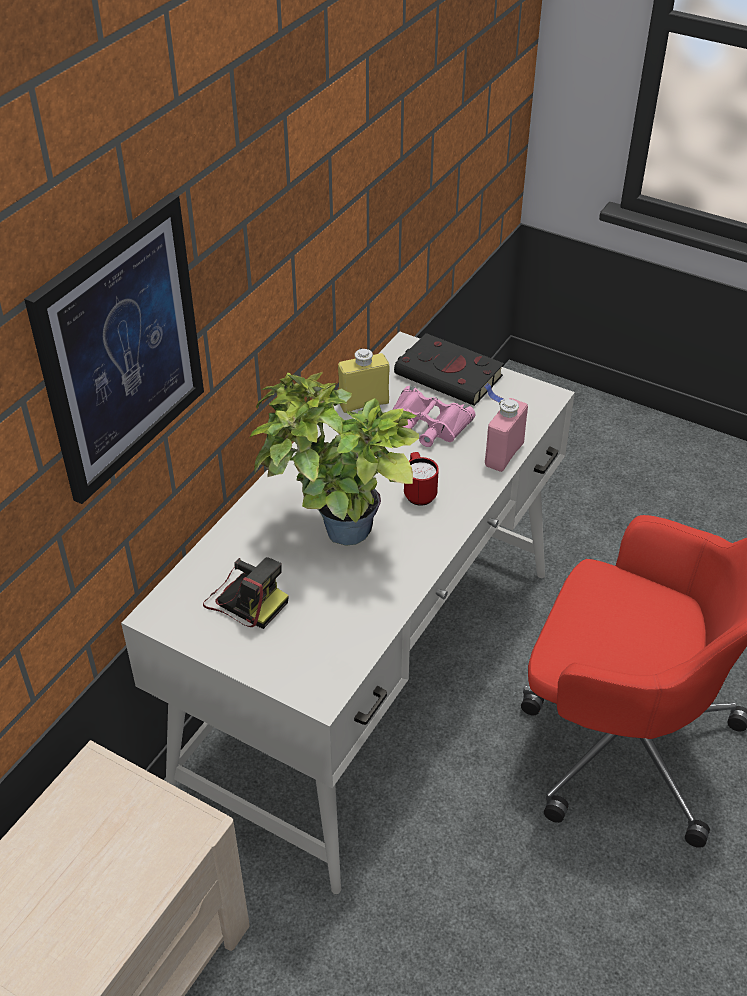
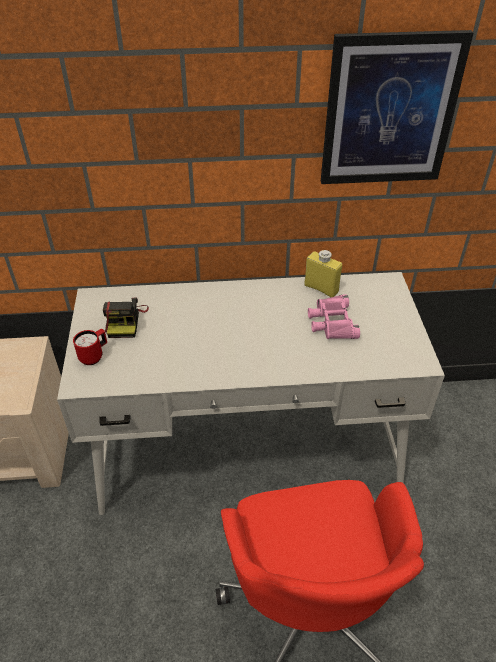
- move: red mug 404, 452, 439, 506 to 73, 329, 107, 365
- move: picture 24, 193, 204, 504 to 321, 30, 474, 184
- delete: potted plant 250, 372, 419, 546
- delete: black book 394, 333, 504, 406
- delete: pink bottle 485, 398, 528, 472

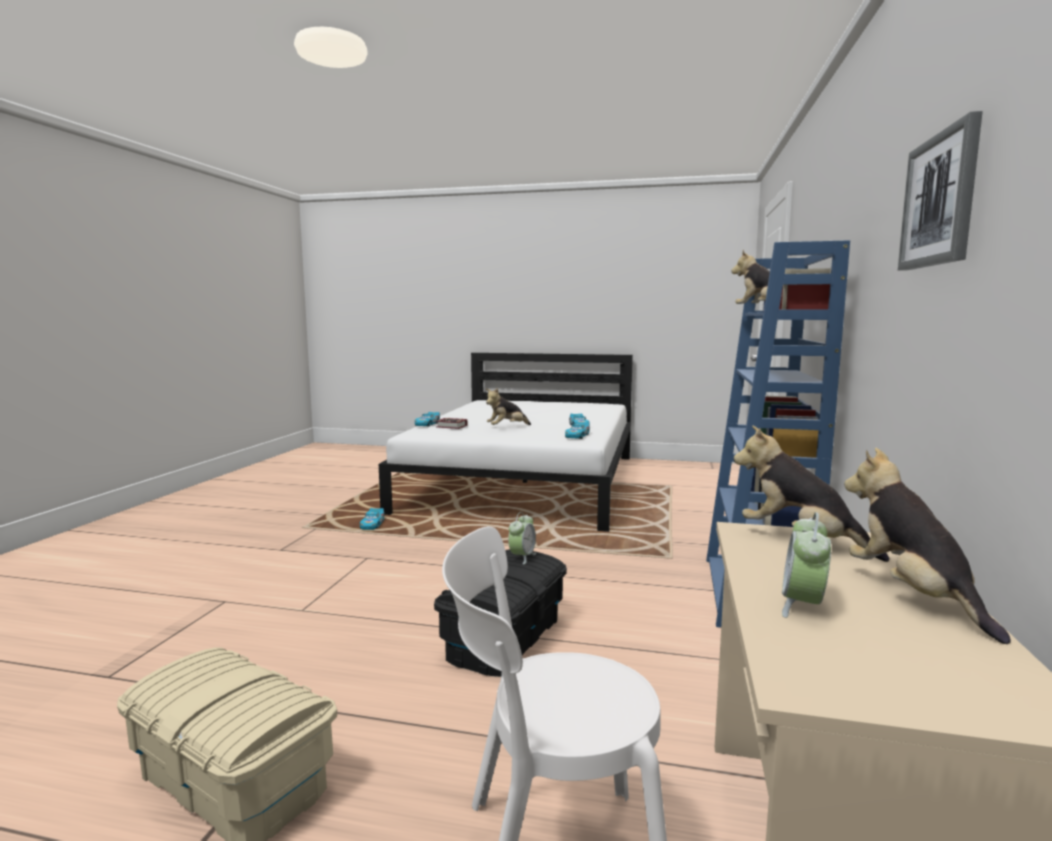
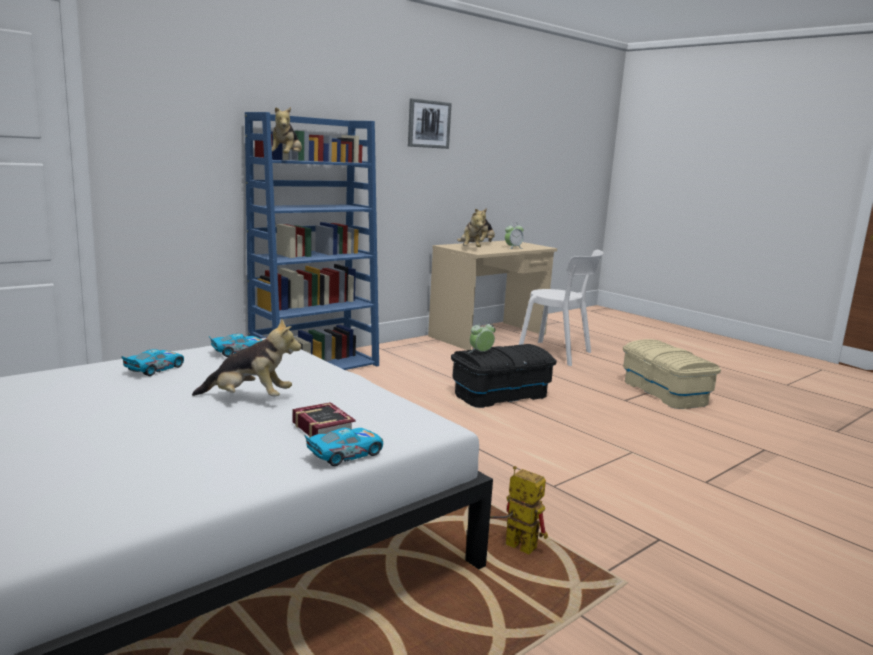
- replace: toy car 360, 508, 384, 530 to toy robot 490, 466, 548, 554

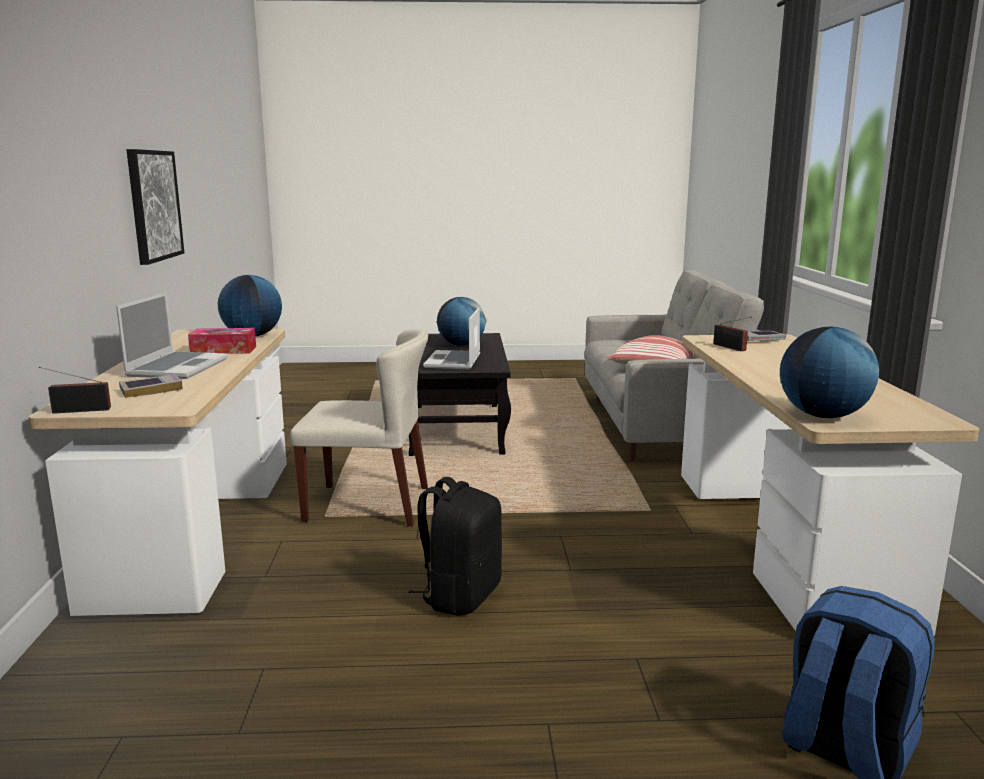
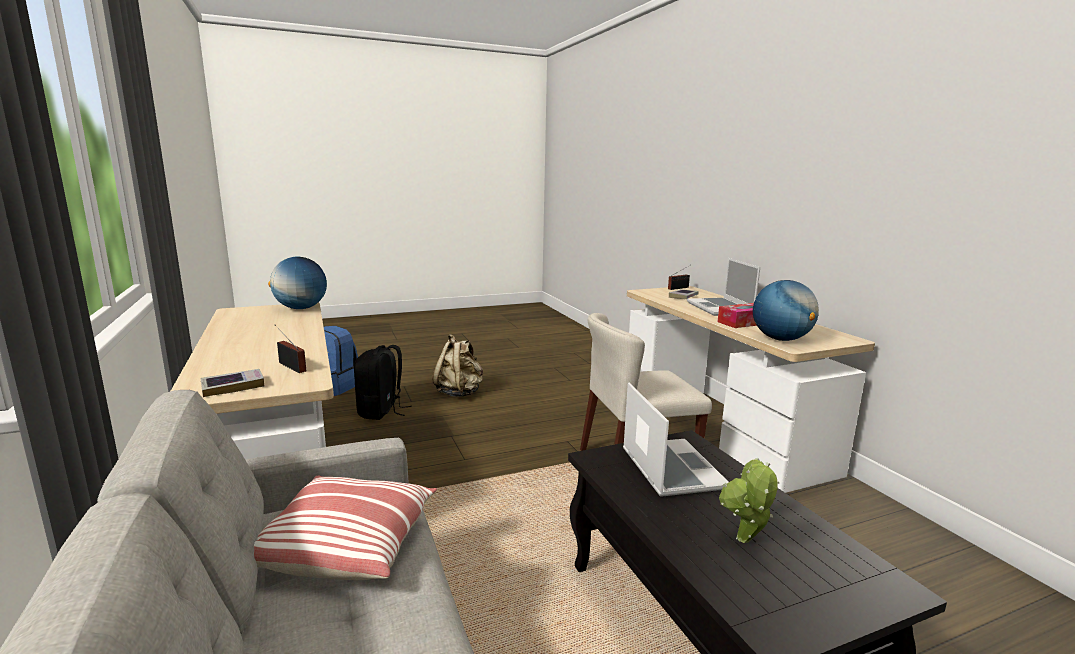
- move: black backpack 408, 477, 502, 616 to 354, 345, 412, 420
- insert: beige backpack 433, 334, 483, 397
- replace: globe 437, 297, 487, 346 to potted plant 719, 458, 779, 543
- delete: picture 127, 149, 185, 265

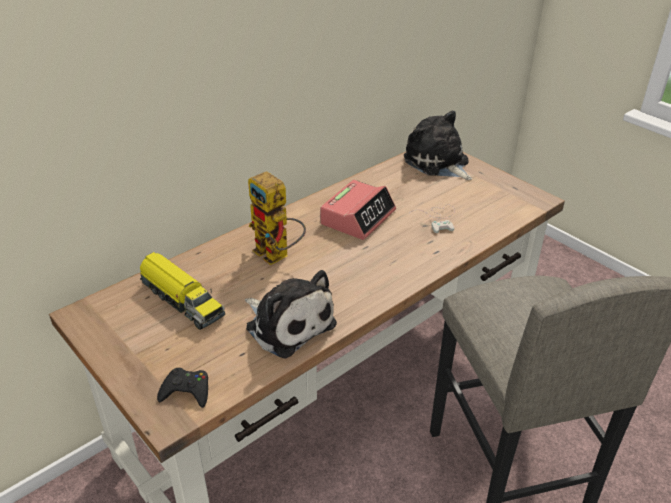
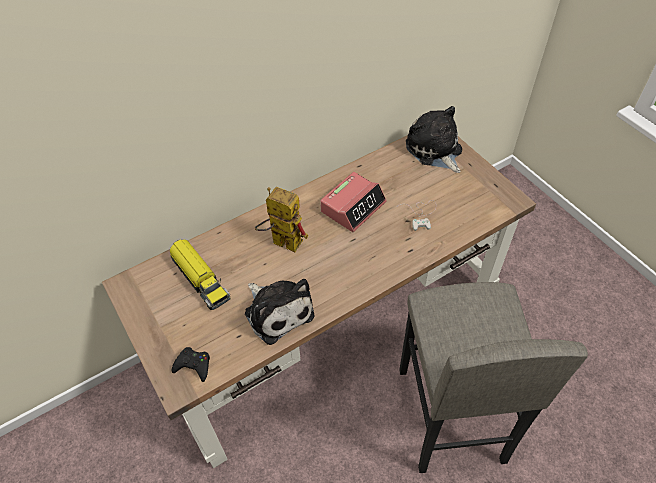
- rotate: toy robot 248, 171, 306, 265 = 255, 187, 308, 252 150 degrees clockwise

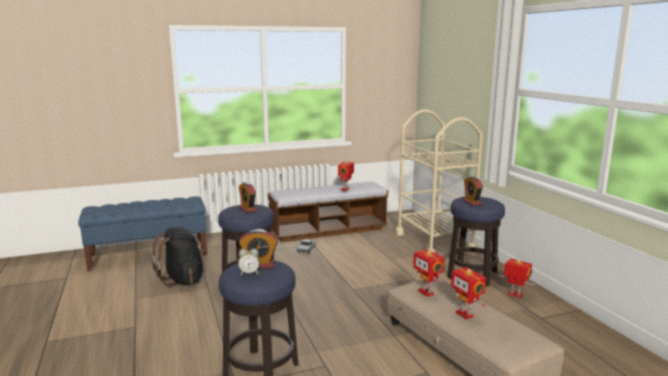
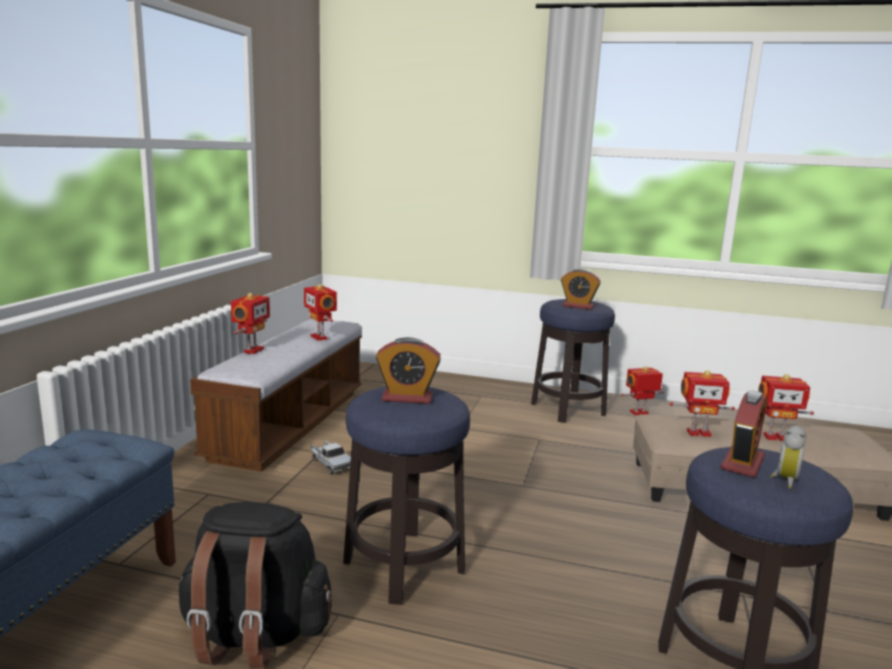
- insert: toy robot 231, 293, 270, 354
- delete: beige cart 395, 109, 483, 253

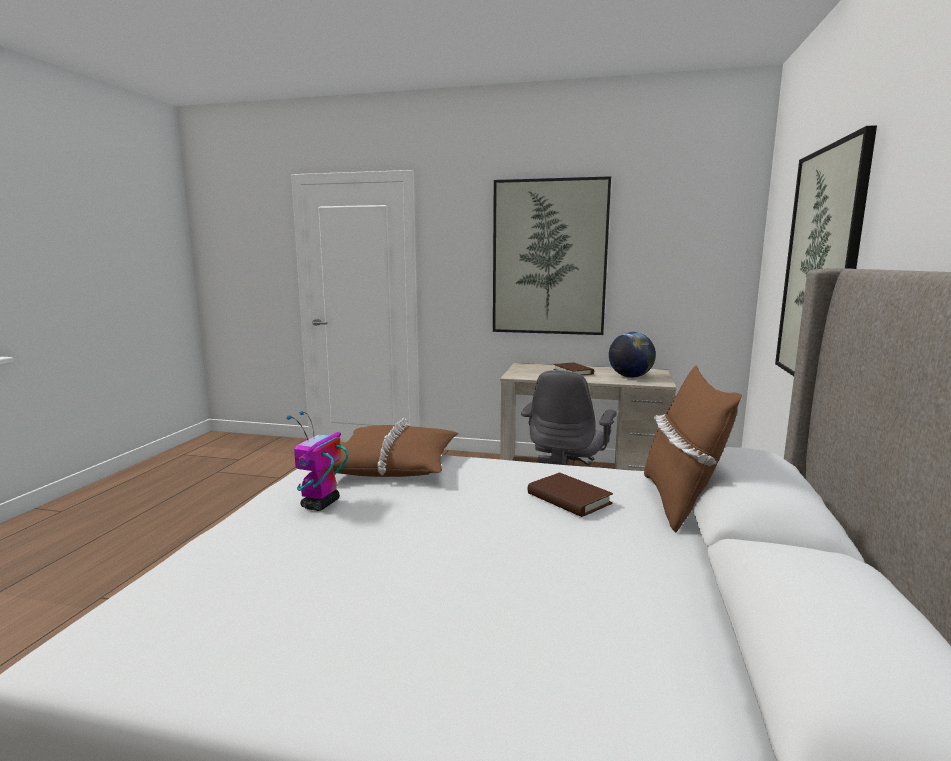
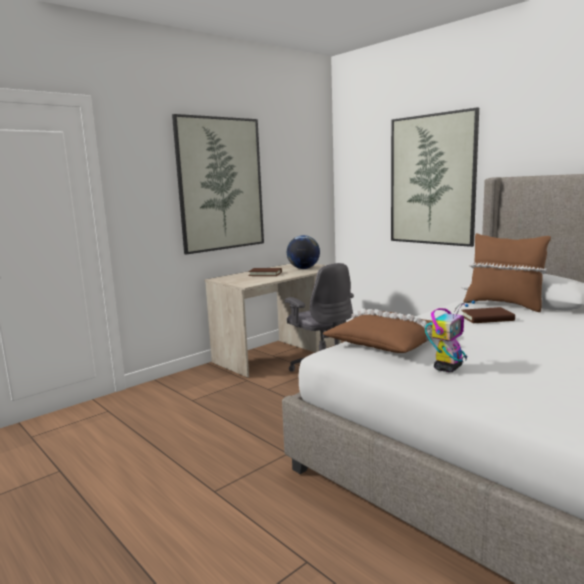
- rotate: toy robot 287, 411, 348, 511 = 425, 300, 475, 372 105 degrees counterclockwise

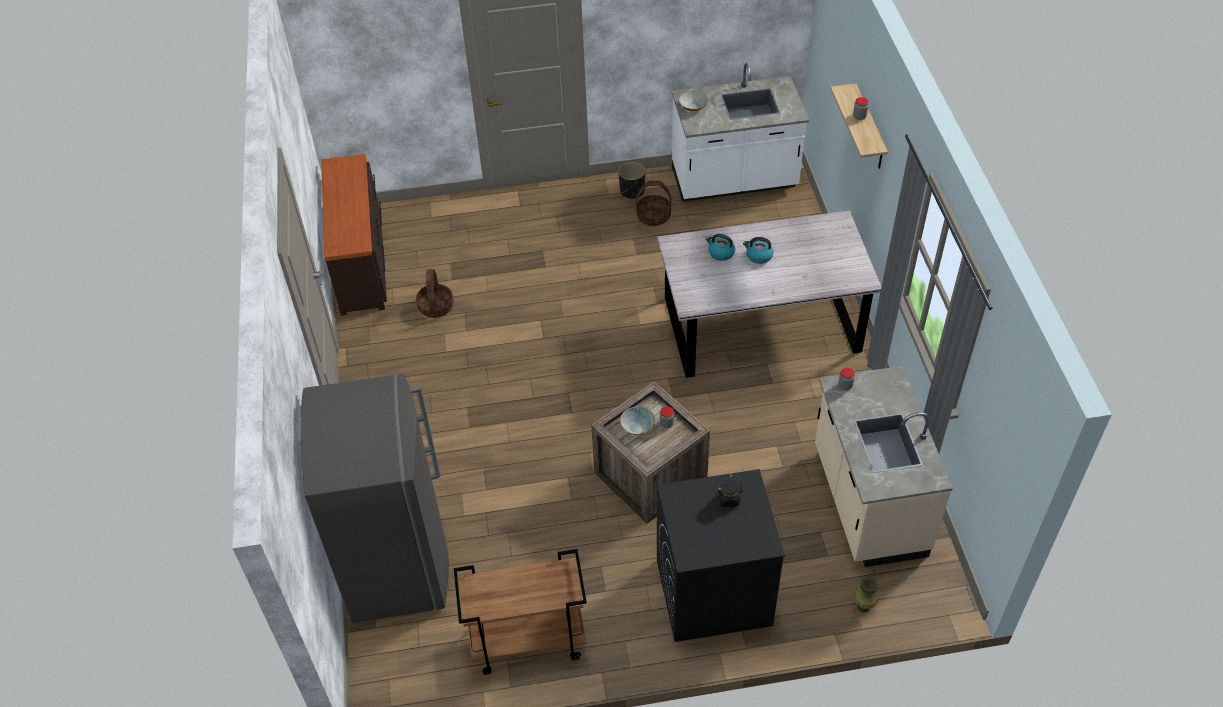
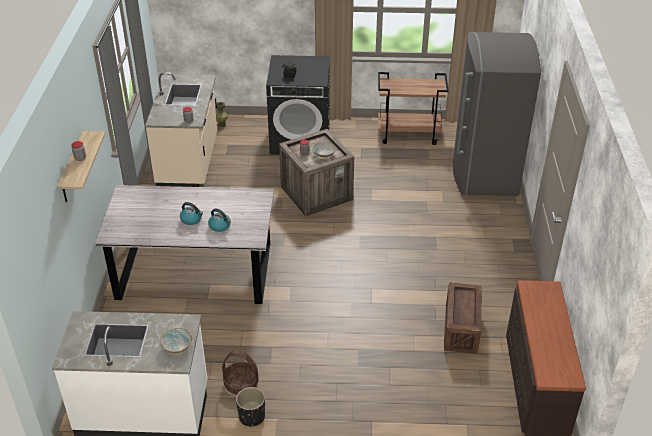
- replace: basket 416, 269, 454, 318 to crate 444, 283, 482, 354

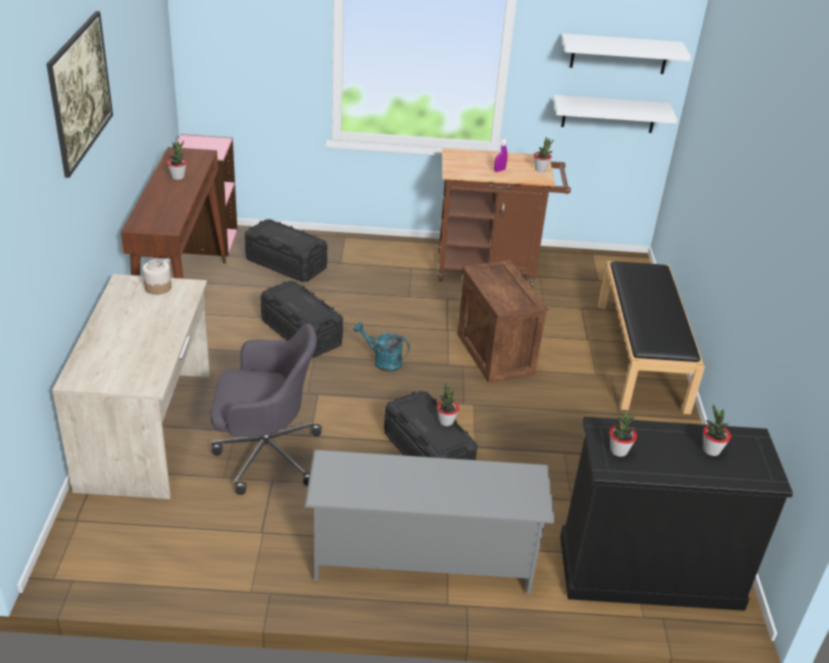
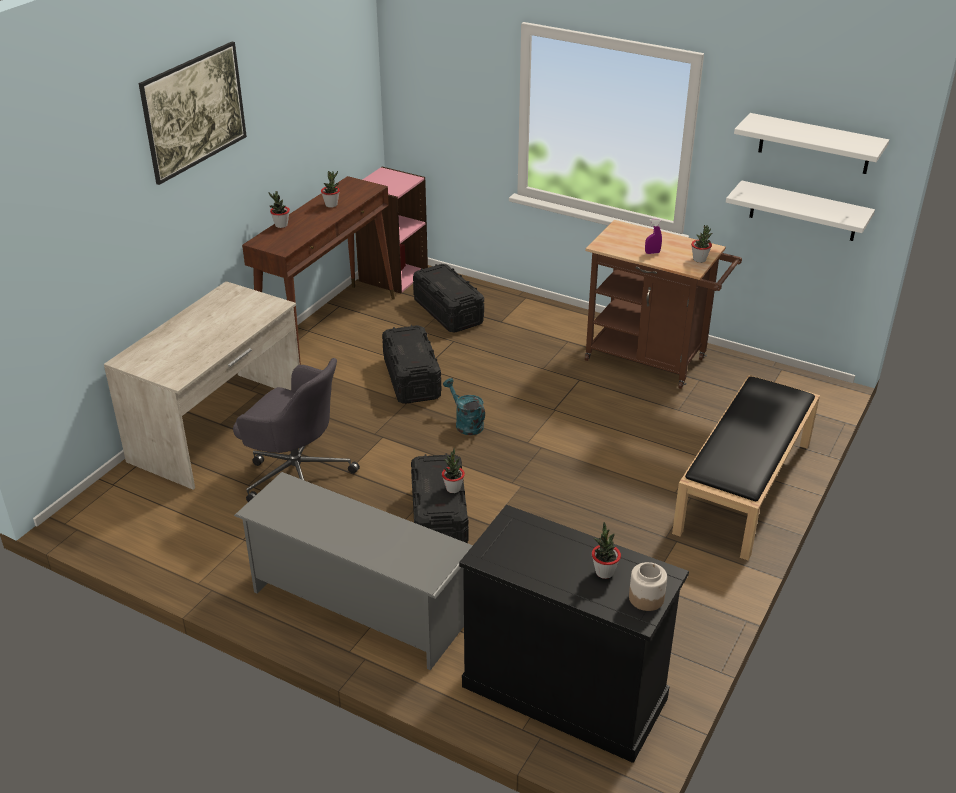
- move: potted plant 610, 412, 637, 457 to 268, 191, 290, 228
- move: jar 143, 259, 171, 295 to 629, 562, 667, 611
- delete: crate 457, 260, 549, 383

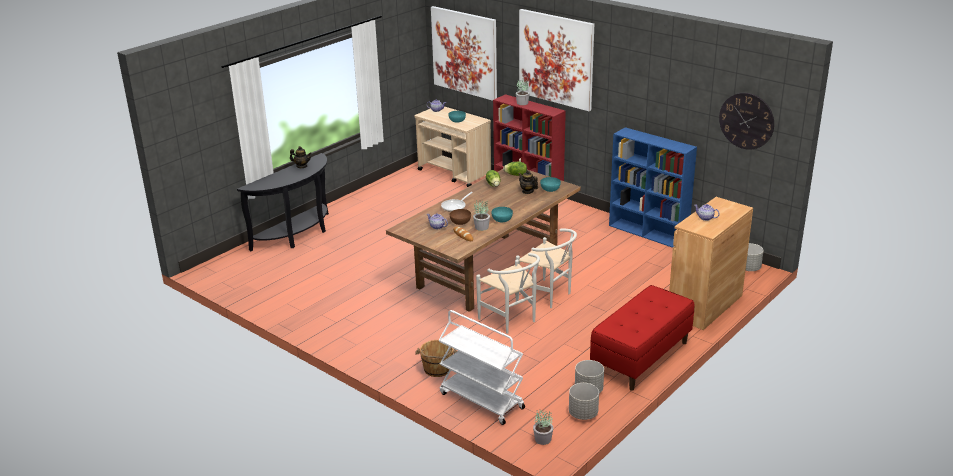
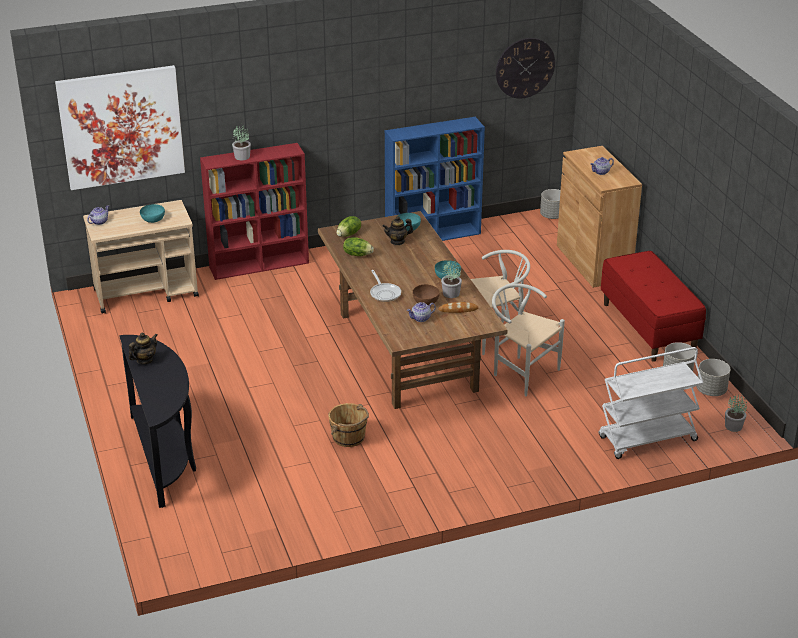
- move: brown bucket 415, 340, 457, 377 to 328, 403, 369, 447
- rotate: white chair 476, 253, 540, 334 = 492, 284, 565, 396 135 degrees counterclockwise
- delete: picture 519, 9, 594, 111

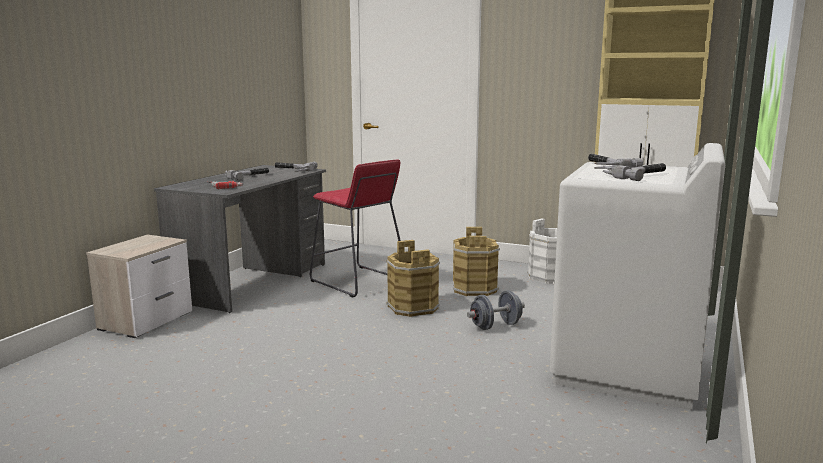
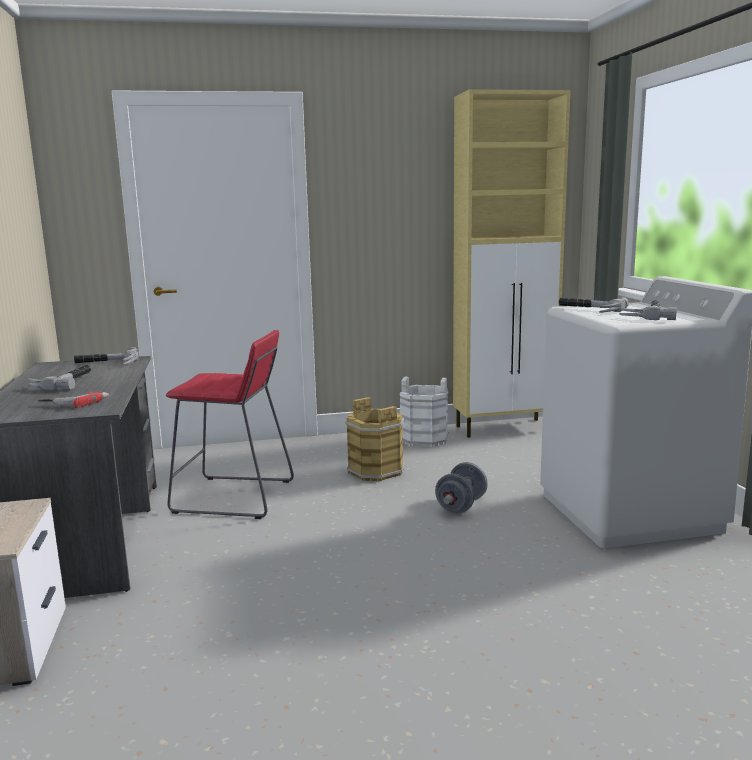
- delete: brown bucket 386, 240, 440, 317

